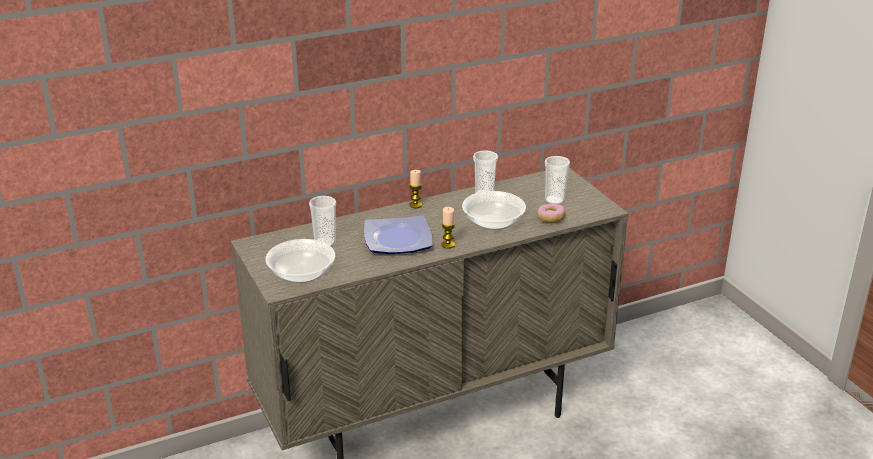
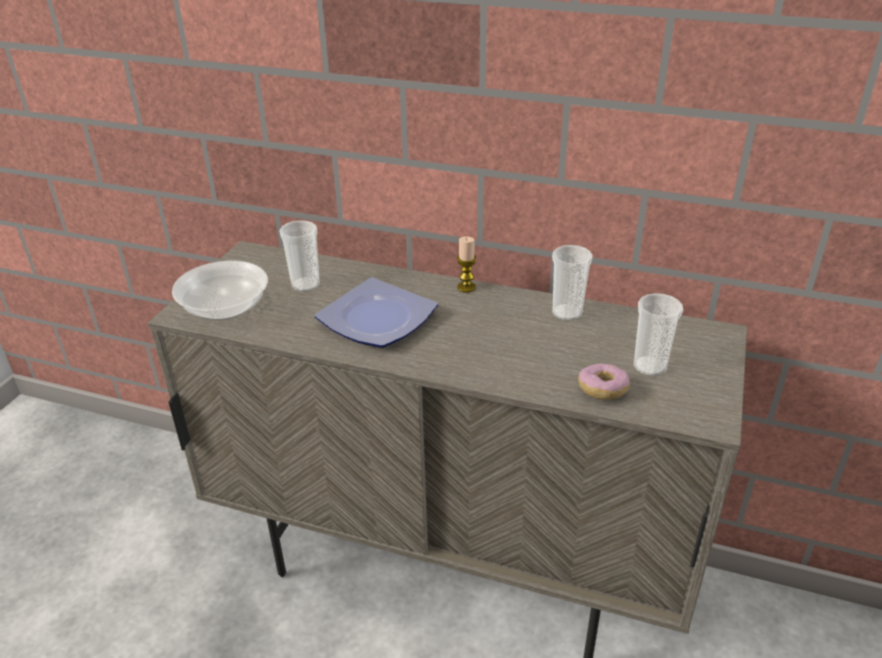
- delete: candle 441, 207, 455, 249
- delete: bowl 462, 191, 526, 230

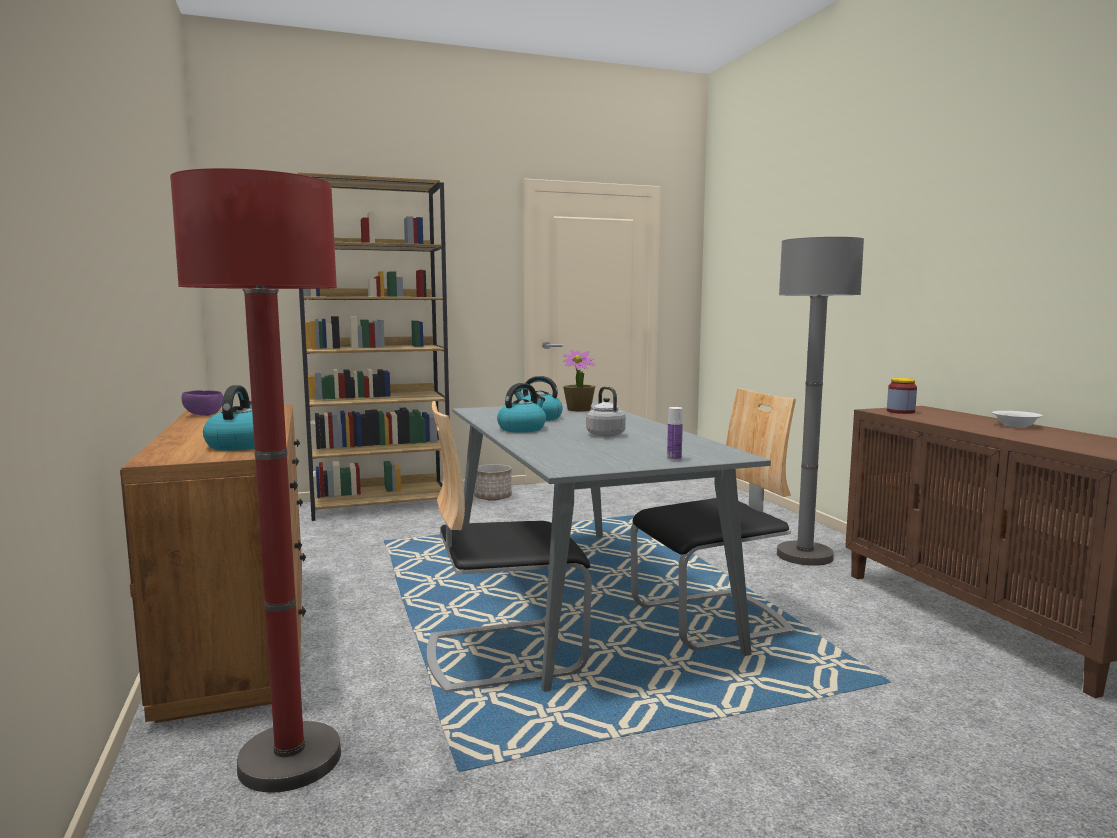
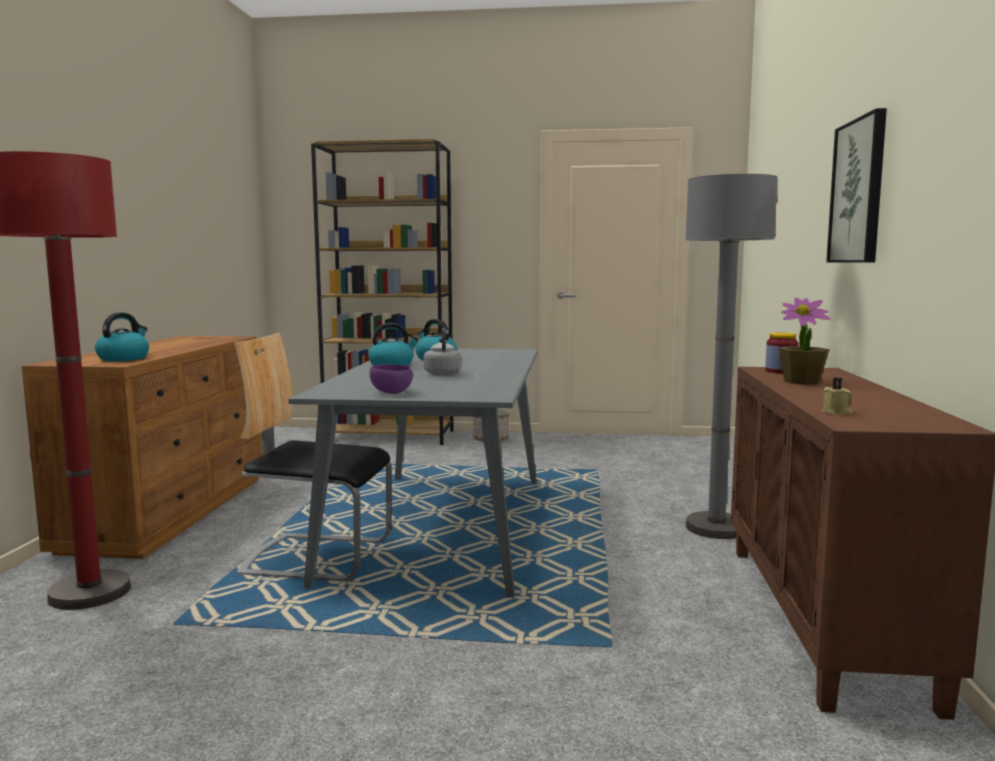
- move: purple bowl 182, 390, 223, 416 to 370, 364, 413, 394
- move: potted plant 563, 350, 596, 412 to 779, 298, 830, 385
- insert: beige candle 821, 377, 852, 414
- insert: picture 826, 108, 887, 263
- delete: chair 631, 388, 796, 650
- delete: bottle 667, 407, 683, 461
- delete: white bowl 992, 411, 1043, 427

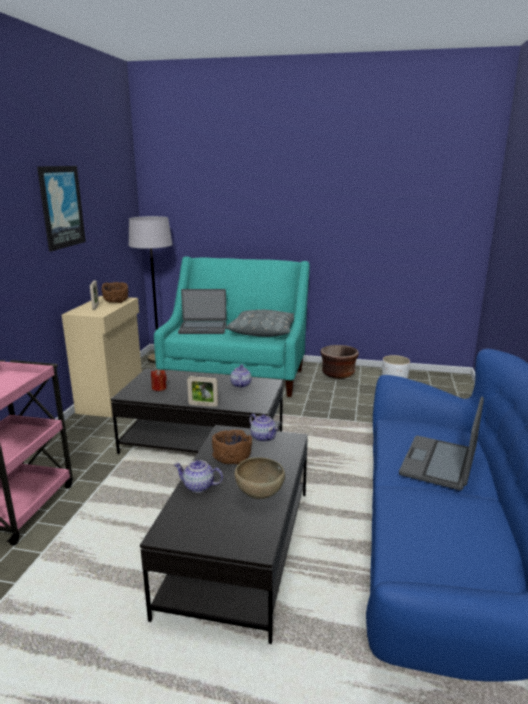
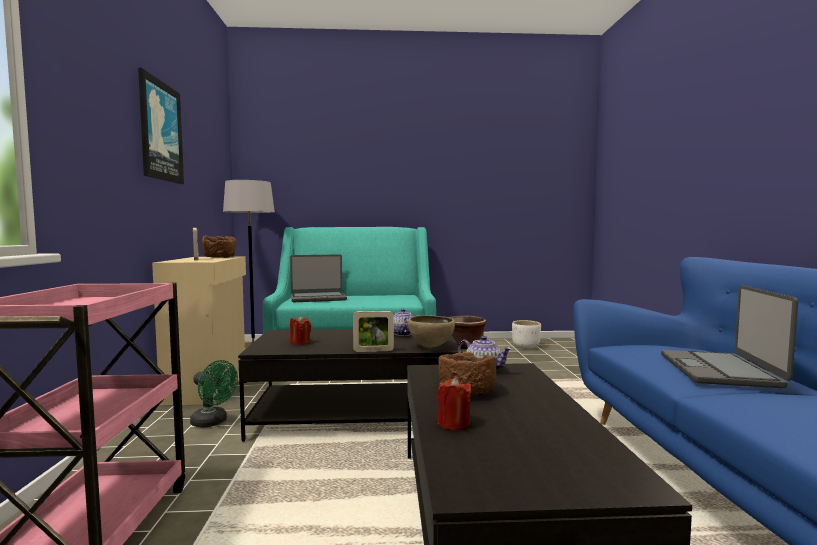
- insert: green fan 190, 360, 238, 428
- move: brown bowl 234, 457, 285, 499 to 408, 315, 455, 348
- replace: teapot 174, 460, 223, 493 to red candle 437, 377, 471, 430
- delete: grey pillow 225, 310, 294, 337

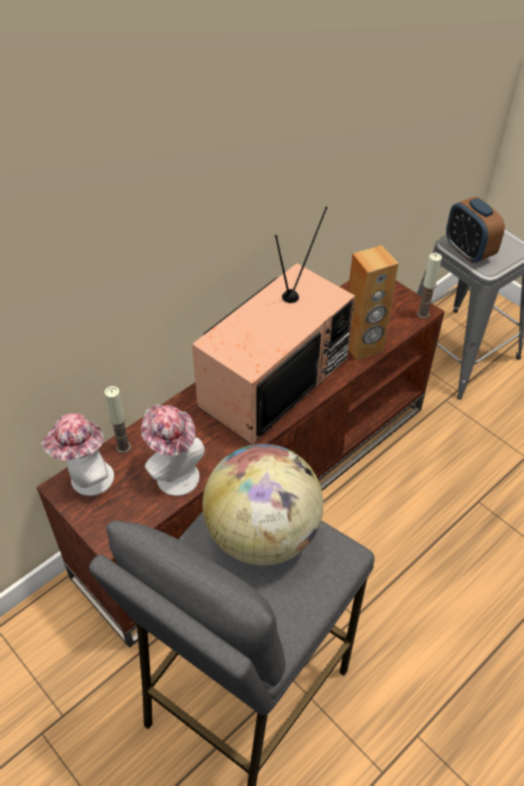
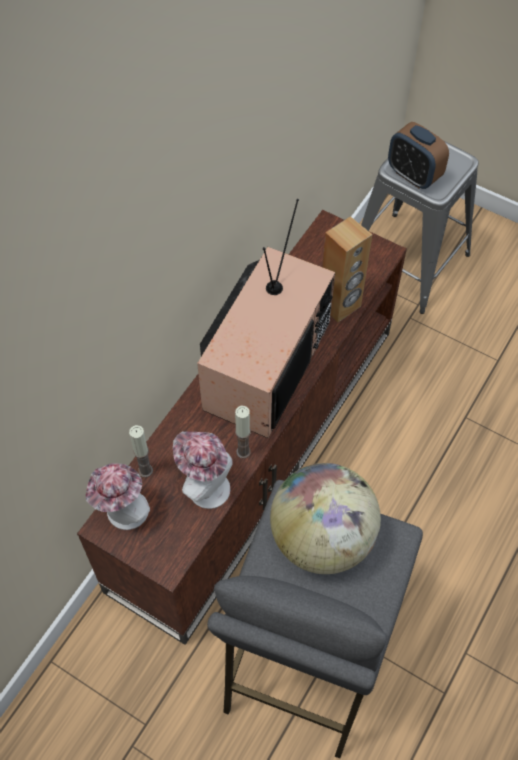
- move: candle 417, 253, 442, 319 to 235, 406, 251, 459

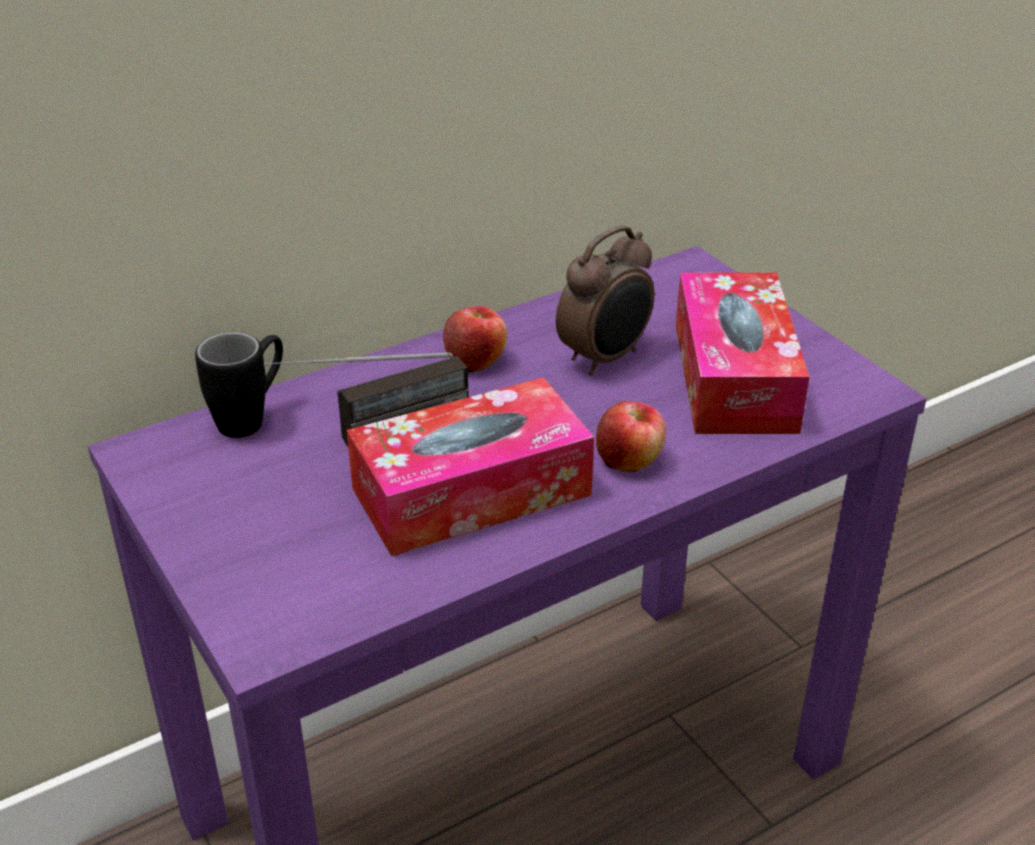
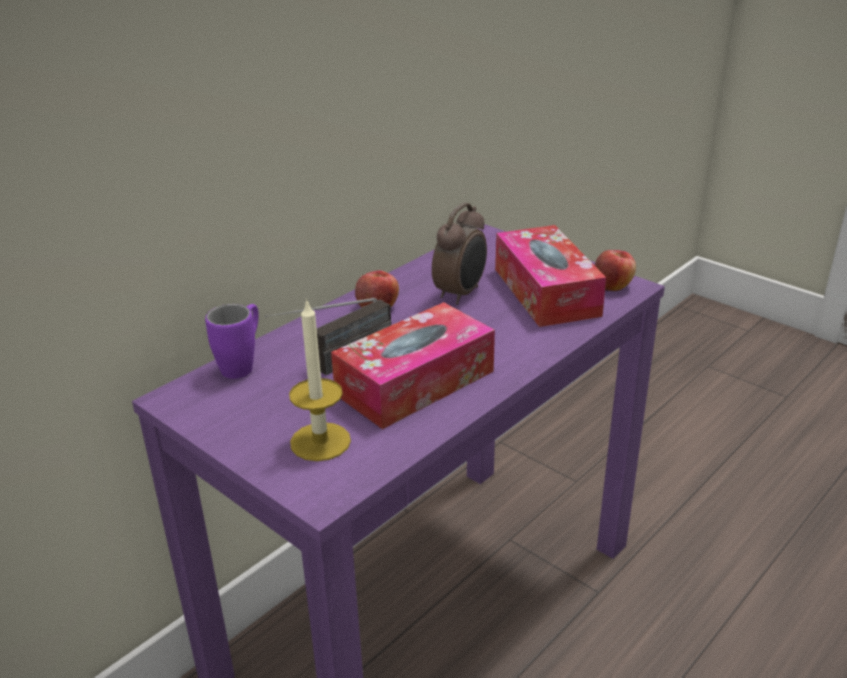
- recolor: black mug 195, 332, 283, 438 to purple mug 205, 304, 259, 379
- insert: candle 289, 298, 351, 461
- move: apple 596, 401, 666, 472 to 595, 250, 636, 291

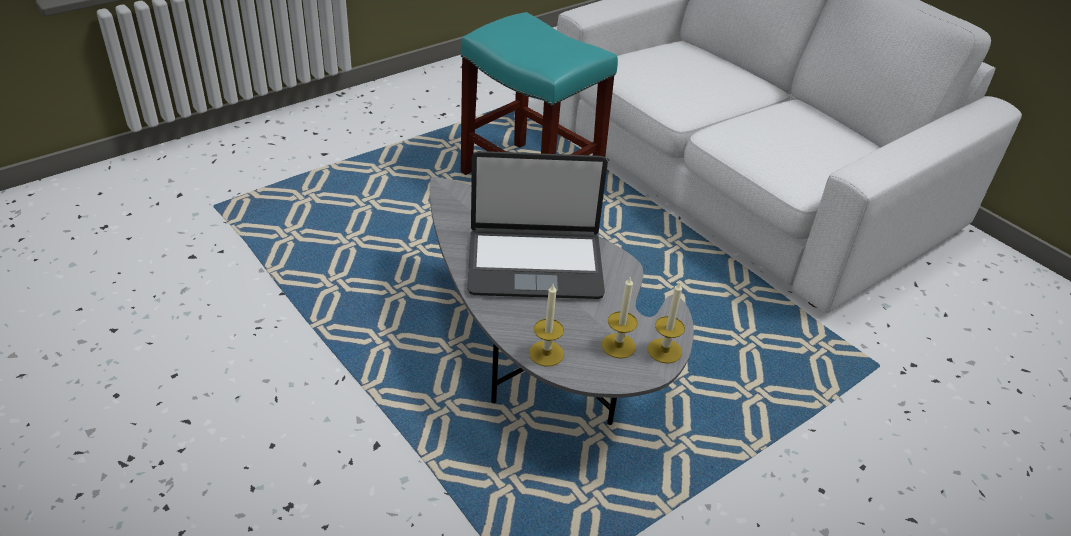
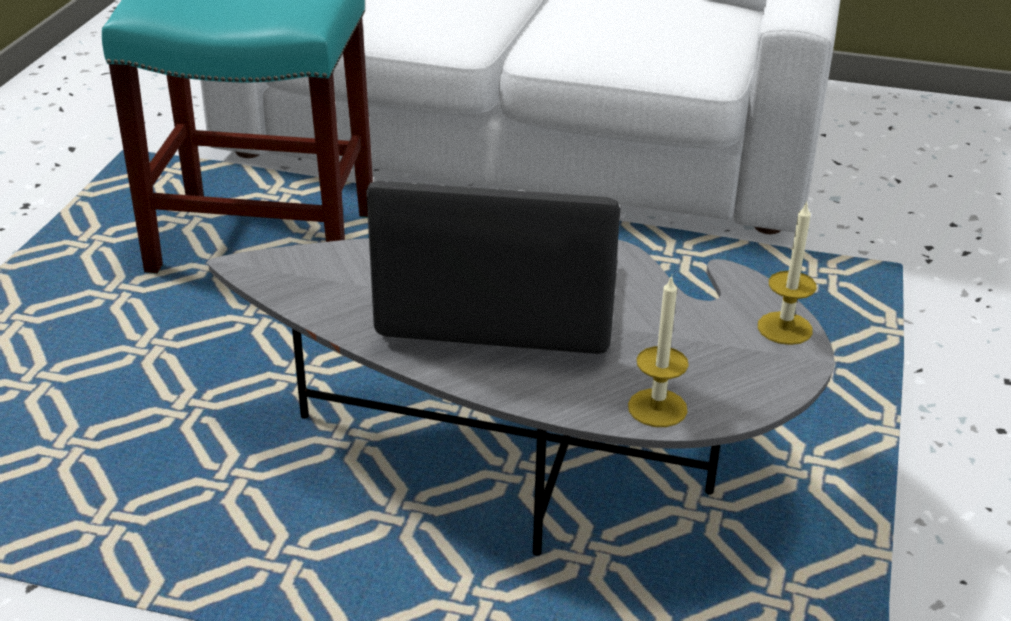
- rotate: laptop 467, 151, 608, 299 = 366, 181, 620, 354 135 degrees counterclockwise
- delete: candle 602, 276, 638, 359

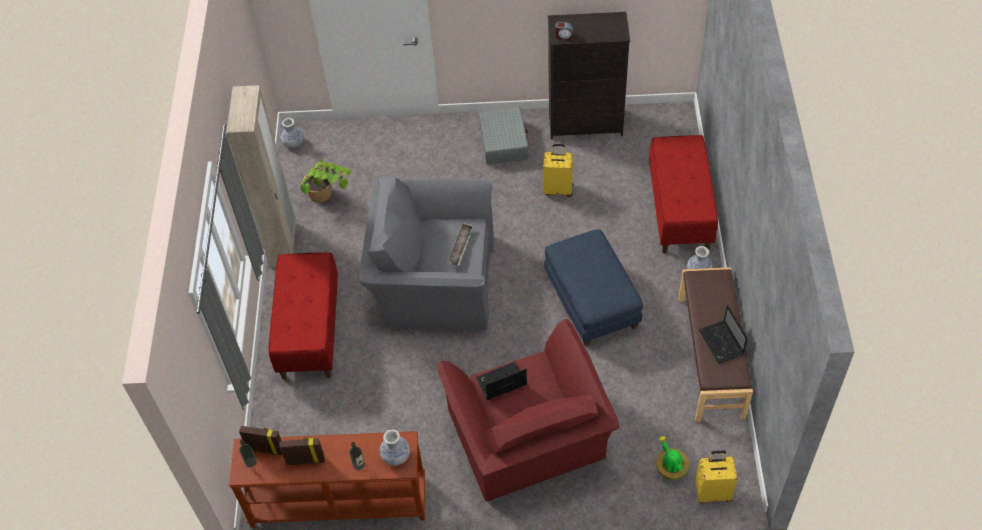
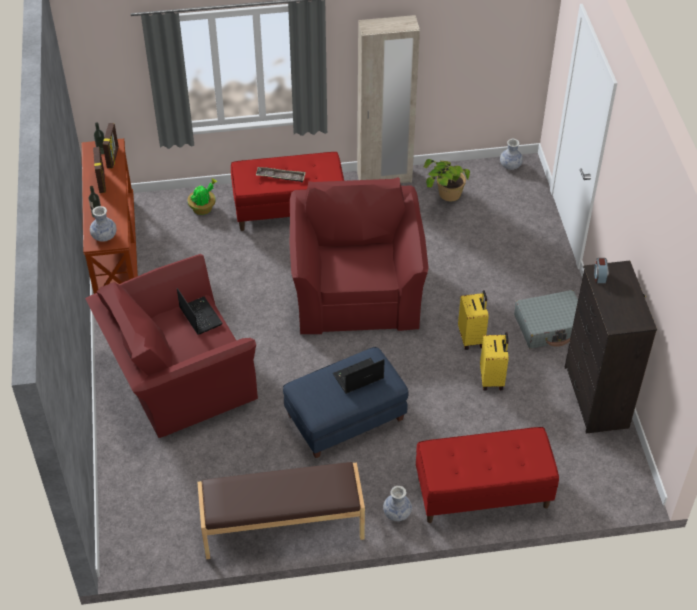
- move: potted plant 656, 436, 689, 480 to 188, 178, 217, 215
- move: tray 447, 223, 473, 266 to 256, 167, 306, 182
- recolor: grey armchair 359, 177, 494, 331 to red armchair 290, 177, 429, 334
- move: laptop 699, 305, 748, 363 to 333, 358, 385, 394
- move: yellow suitcase 695, 451, 738, 503 to 458, 290, 489, 350

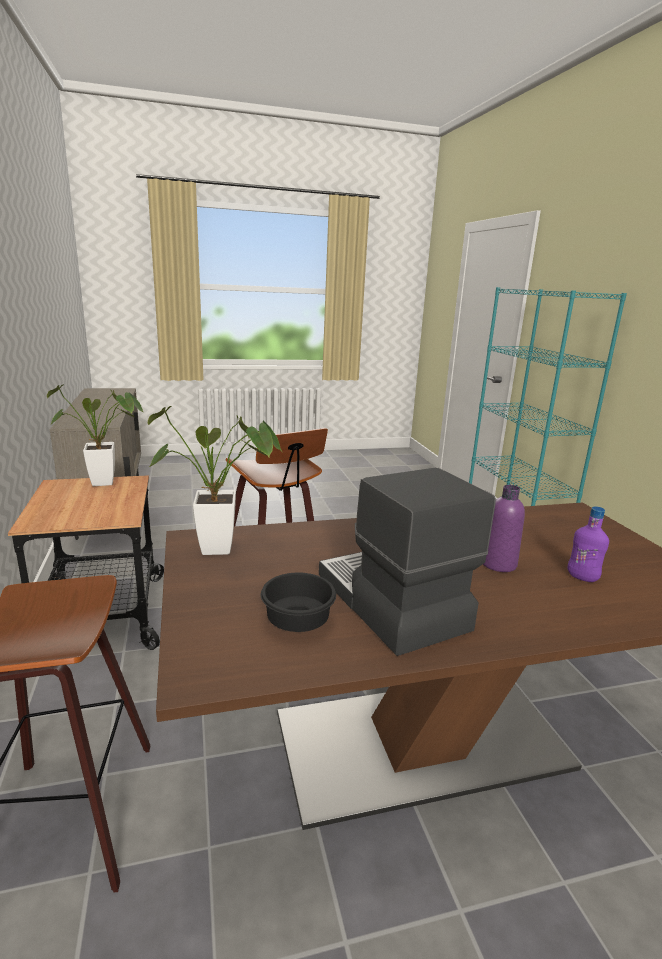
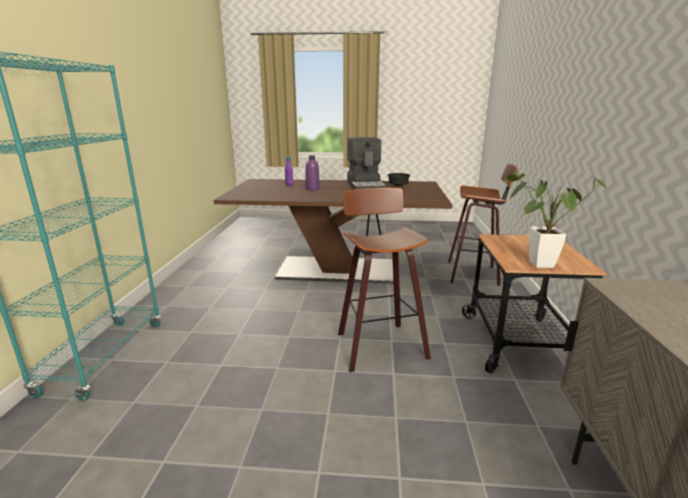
- delete: potted plant 148, 406, 282, 555

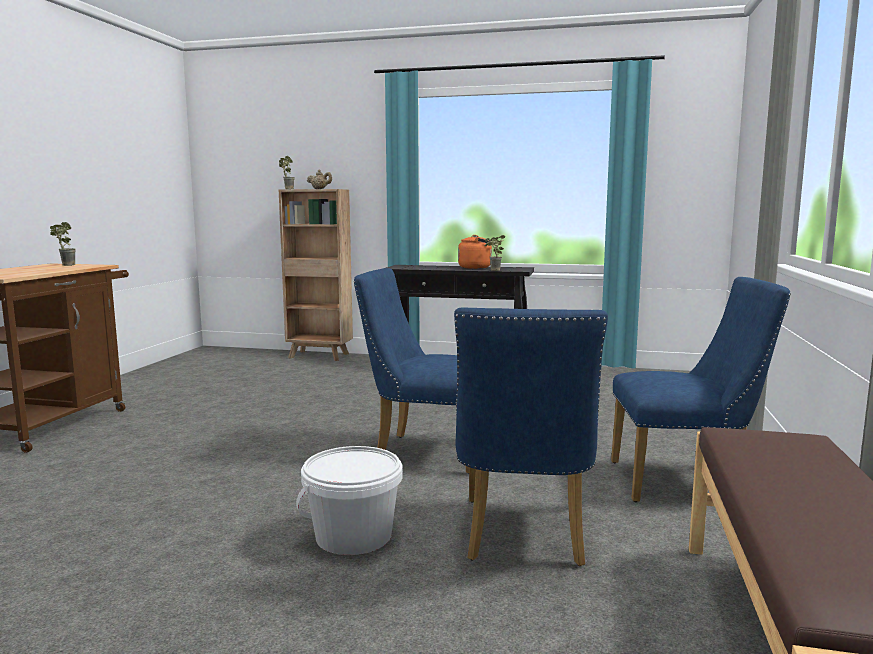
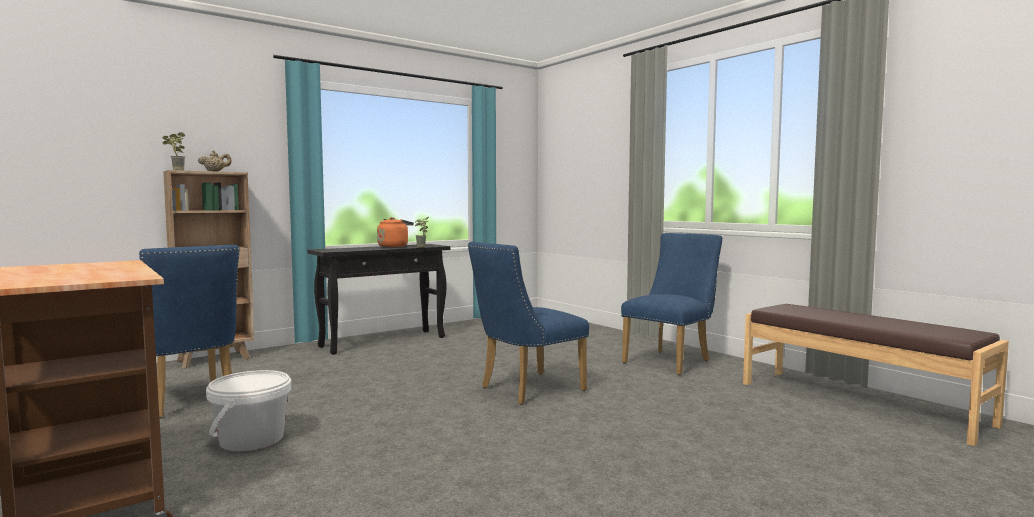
- move: blue chair 454, 308, 608, 566 to 139, 245, 240, 418
- move: white bucket 296, 446, 403, 555 to 206, 370, 292, 451
- delete: potted plant 50, 222, 76, 266

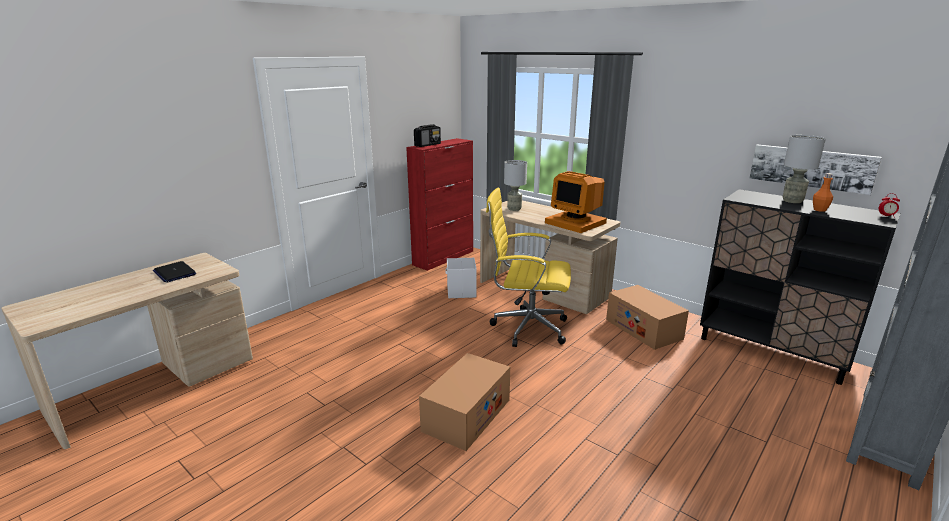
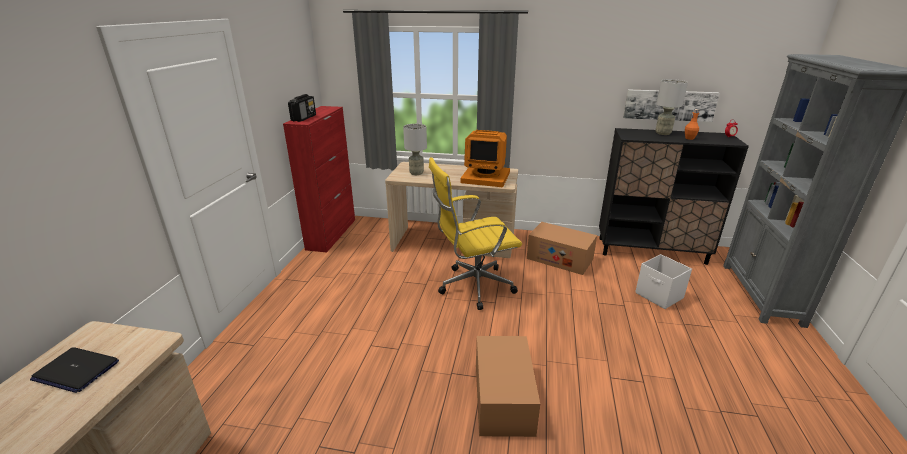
- move: white storage box 445, 258, 477, 298 to 635, 254, 692, 309

